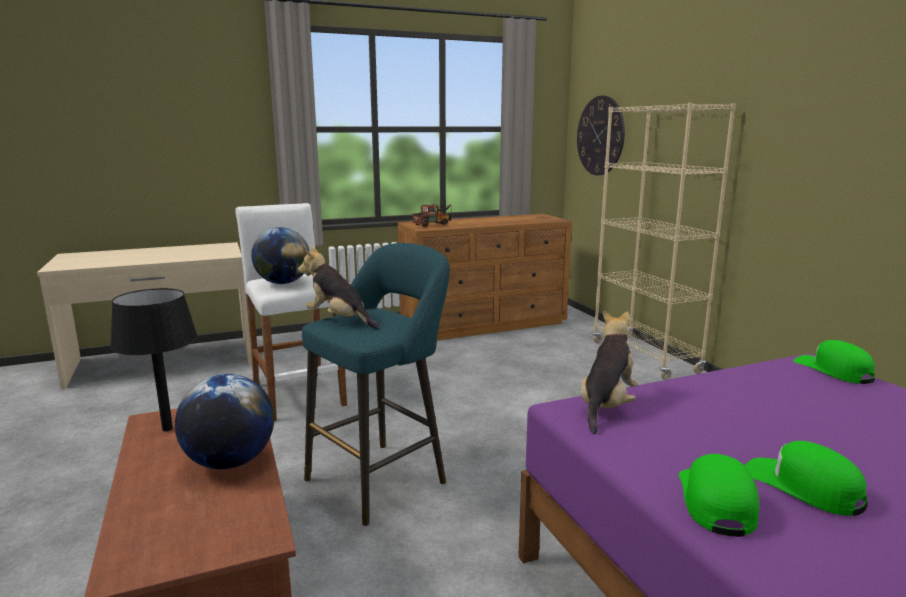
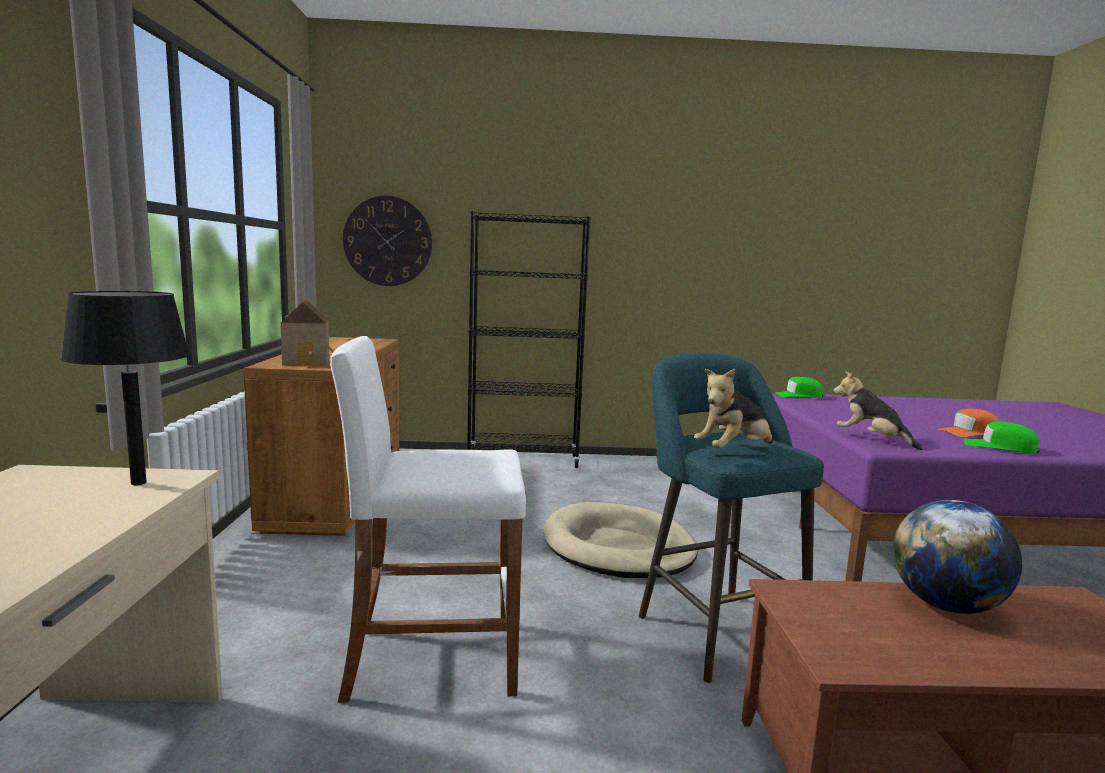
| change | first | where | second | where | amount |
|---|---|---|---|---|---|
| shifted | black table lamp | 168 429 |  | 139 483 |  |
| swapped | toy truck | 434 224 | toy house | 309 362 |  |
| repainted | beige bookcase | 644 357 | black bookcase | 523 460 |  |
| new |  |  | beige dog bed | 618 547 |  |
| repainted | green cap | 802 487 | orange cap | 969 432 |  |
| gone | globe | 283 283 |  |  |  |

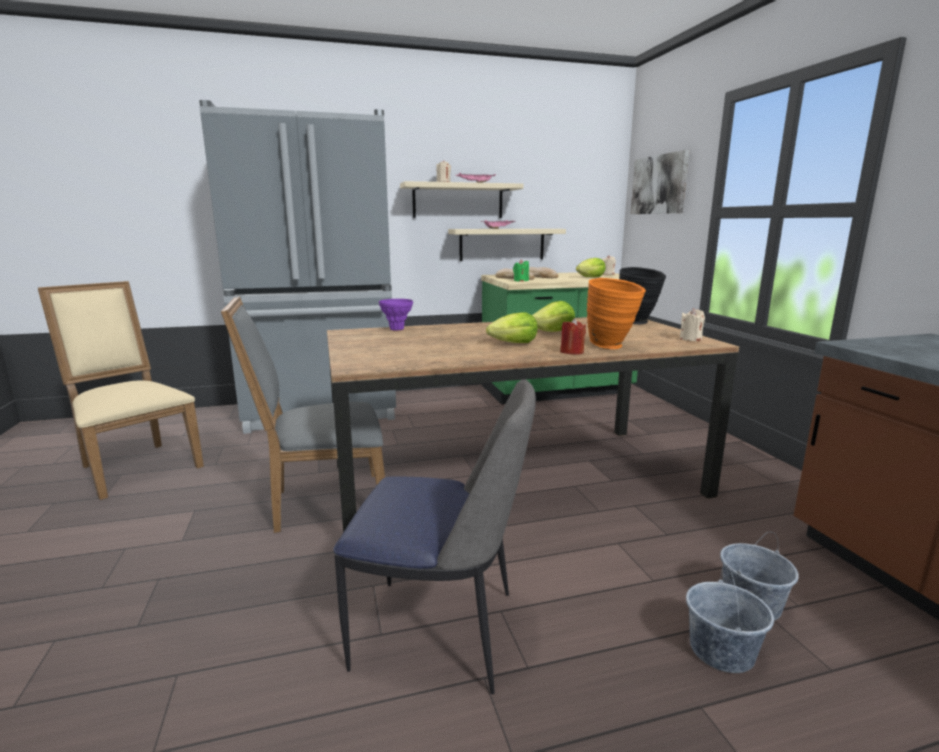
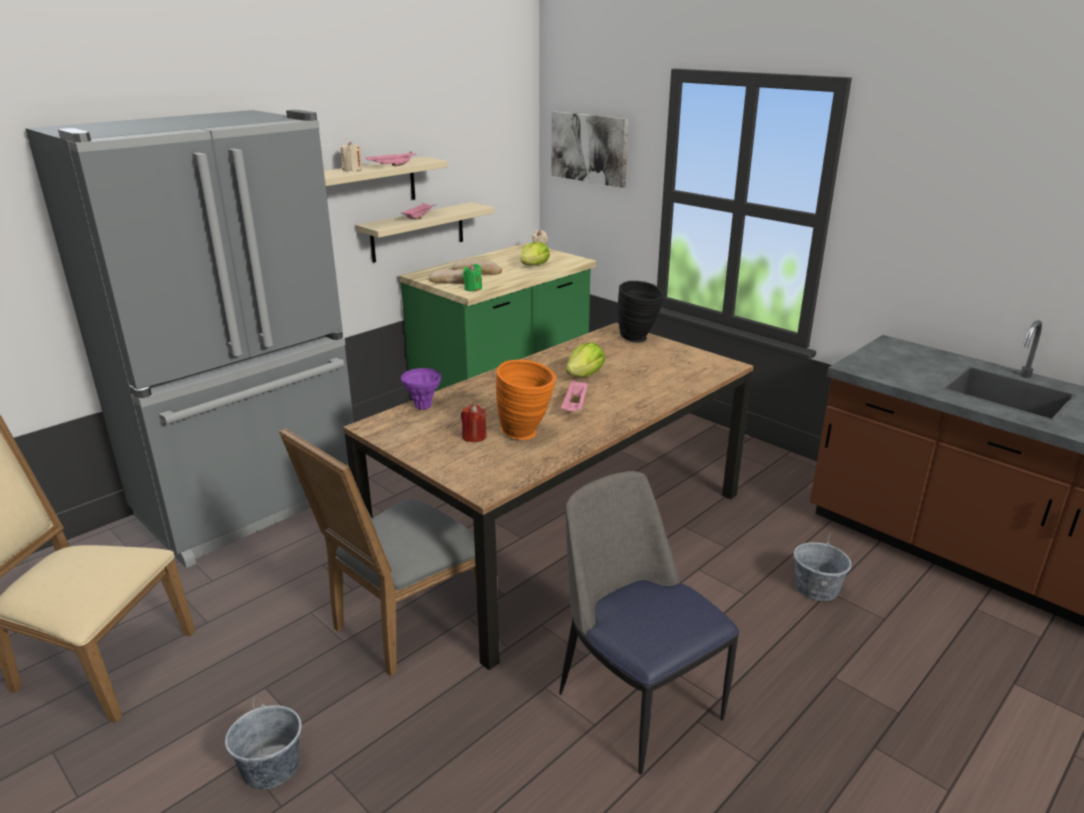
| change | first | where | second | where | amount |
|---|---|---|---|---|---|
| shifted | grey bucket | 721 651 |  | 271 767 |  |
| shifted | red candle | 572 352 |  | 474 436 |  |
| shifted | orange vase | 612 347 |  | 526 434 |  |
| rotated | chair | 441 632 |  | 637 702 | 105 degrees counterclockwise |
| swapped | lettuce | 514 343 | pink tray | 575 406 |  |
| gone | beige candle | 690 339 |  |  |  |

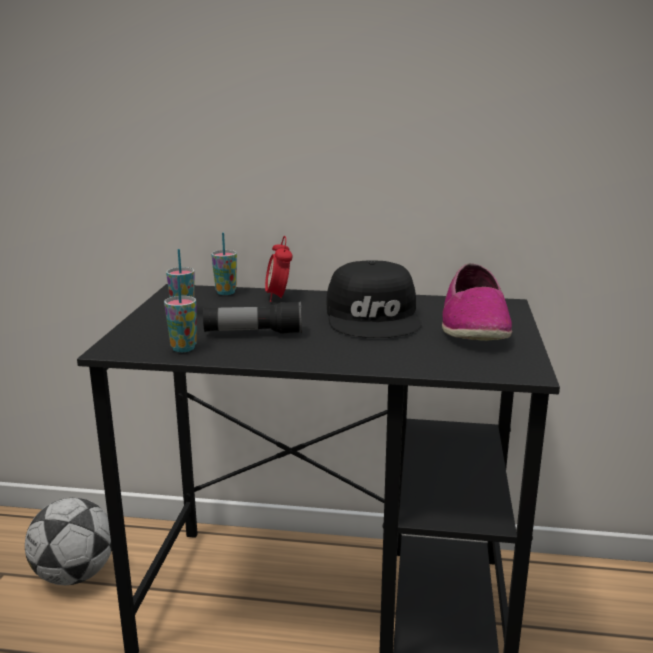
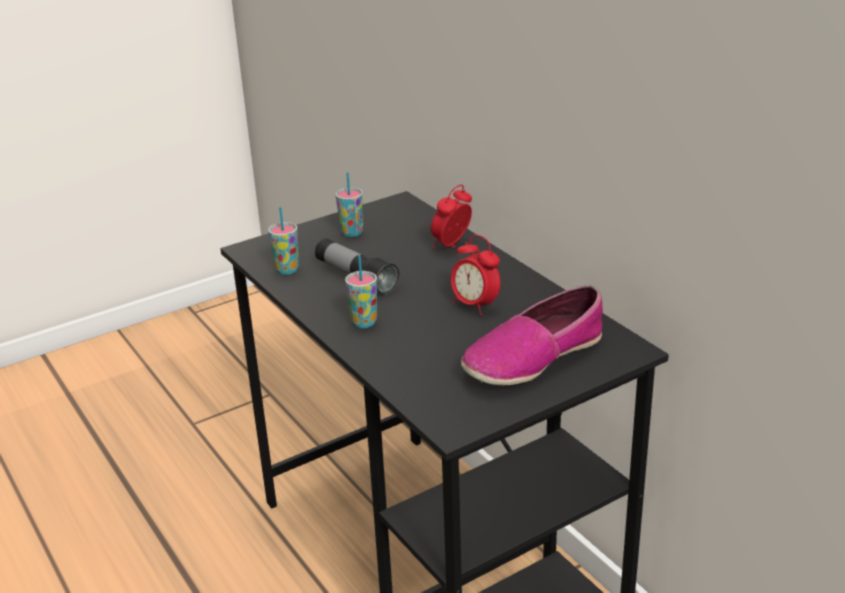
| change | first | where | second | where | amount |
|---|---|---|---|---|---|
| shifted | cup | 226 292 |  | 364 322 |  |
| swapped | black cap | 374 317 | alarm clock | 475 305 |  |
| gone | football | 75 575 |  |  |  |

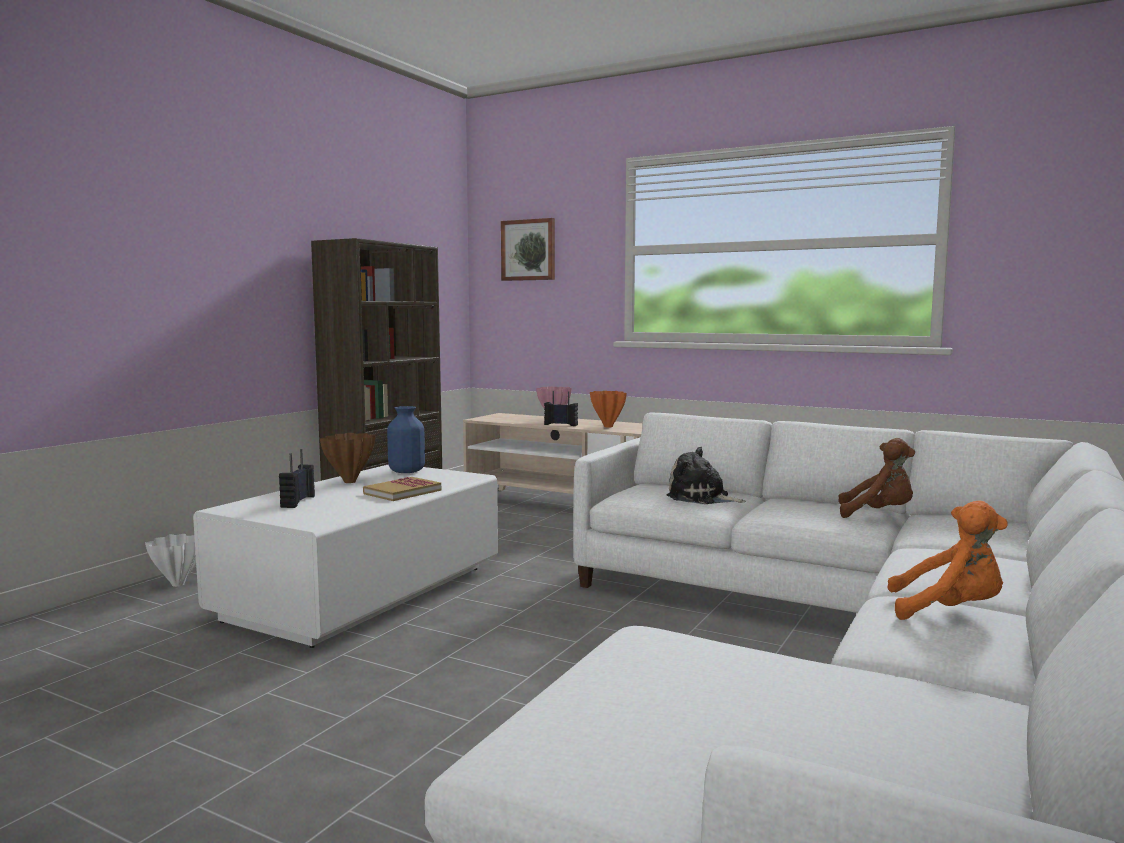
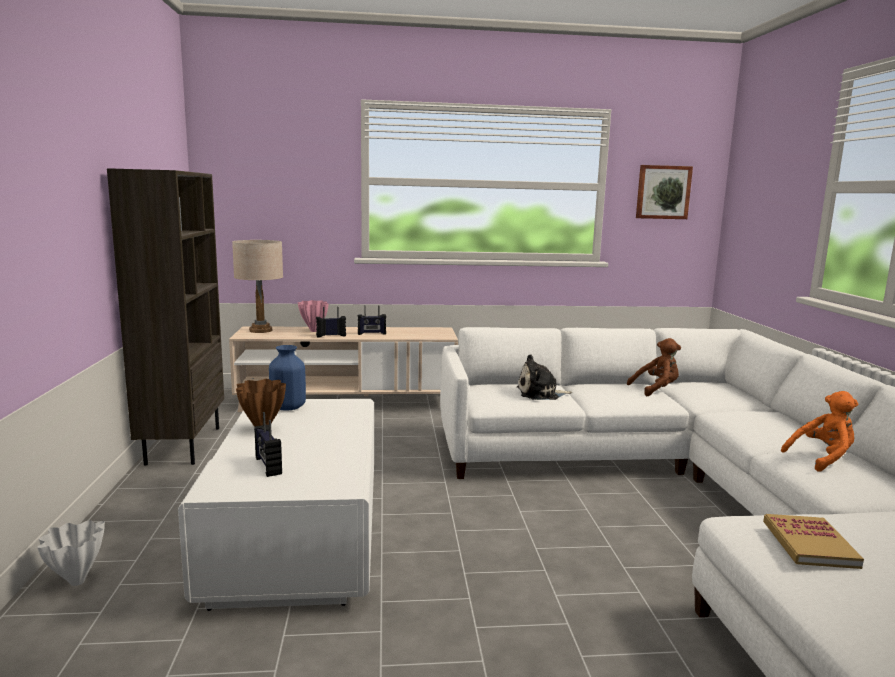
| change | first | where | second | where | amount |
|---|---|---|---|---|---|
| new |  |  | beige table lamp | 261 330 |  |
| swapped | orange vase | 607 426 | radio | 371 334 |  |
| shifted | picture | 529 250 |  | 663 192 |  |
| shifted | book | 402 492 |  | 809 544 |  |

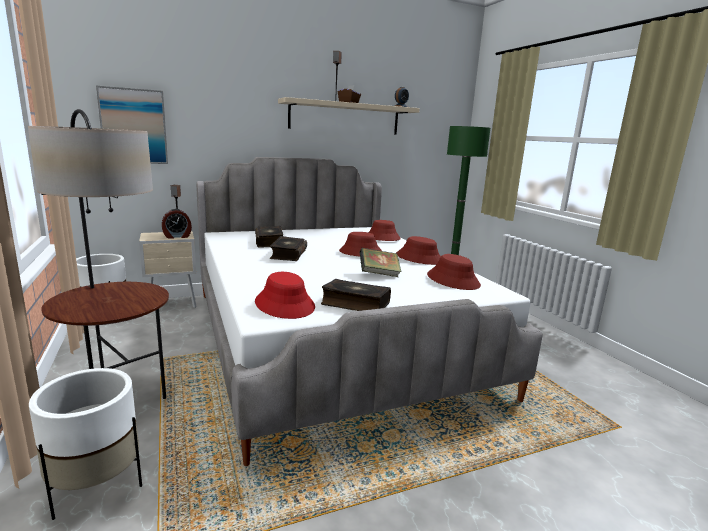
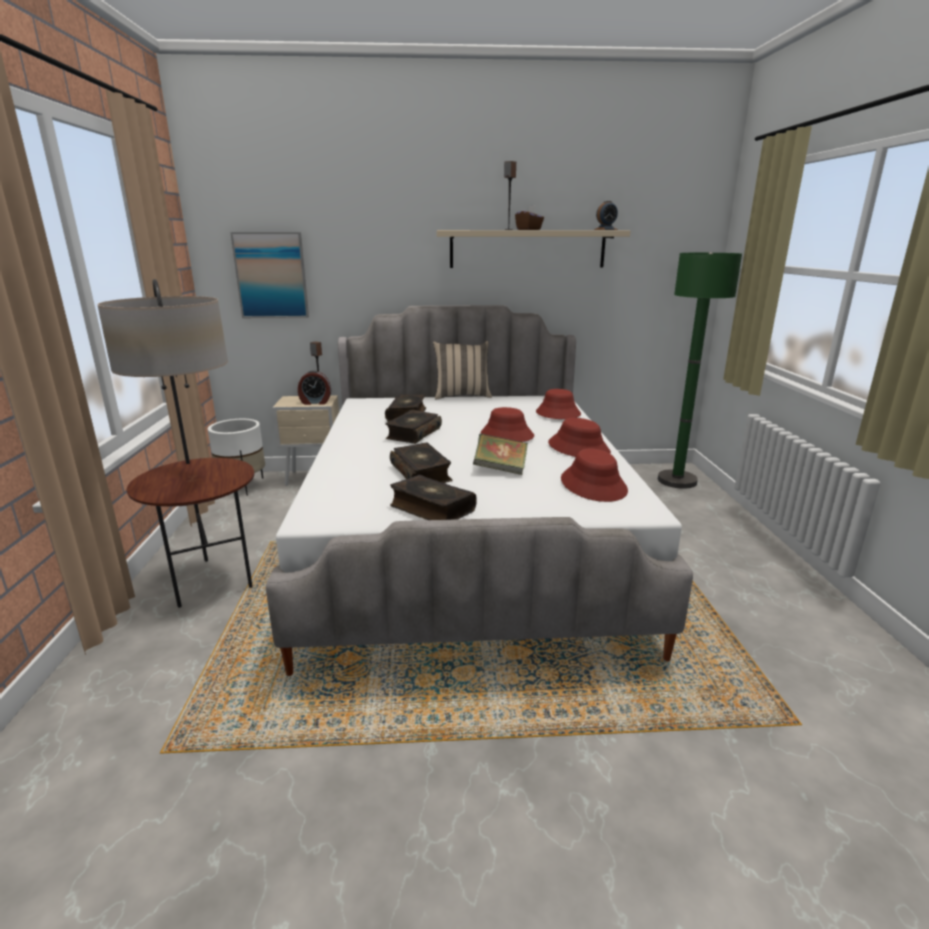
| change | first | where | second | where | amount |
|---|---|---|---|---|---|
| new |  |  | book | 421 473 |  |
| new |  |  | beige pillow | 462 396 |  |
| gone | white planter | 97 487 |  |  |  |
| gone | red hat | 285 305 |  |  |  |

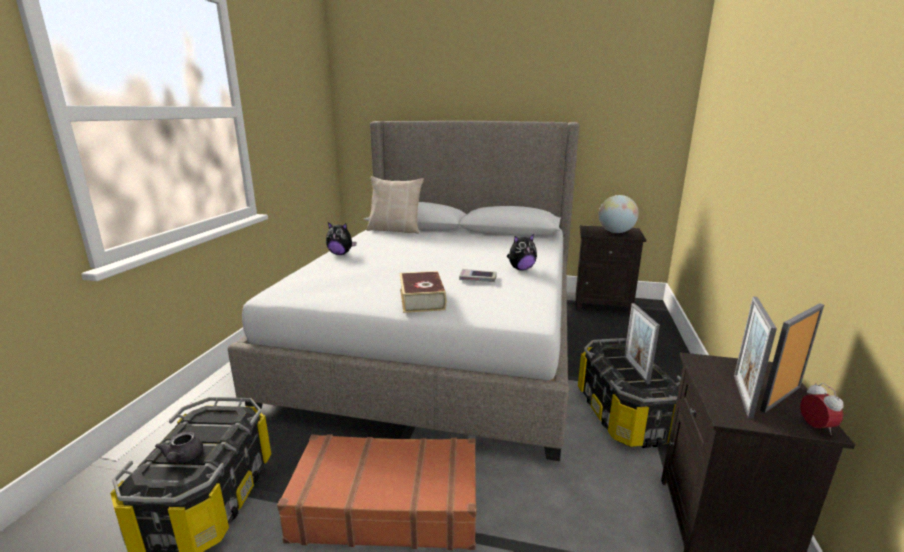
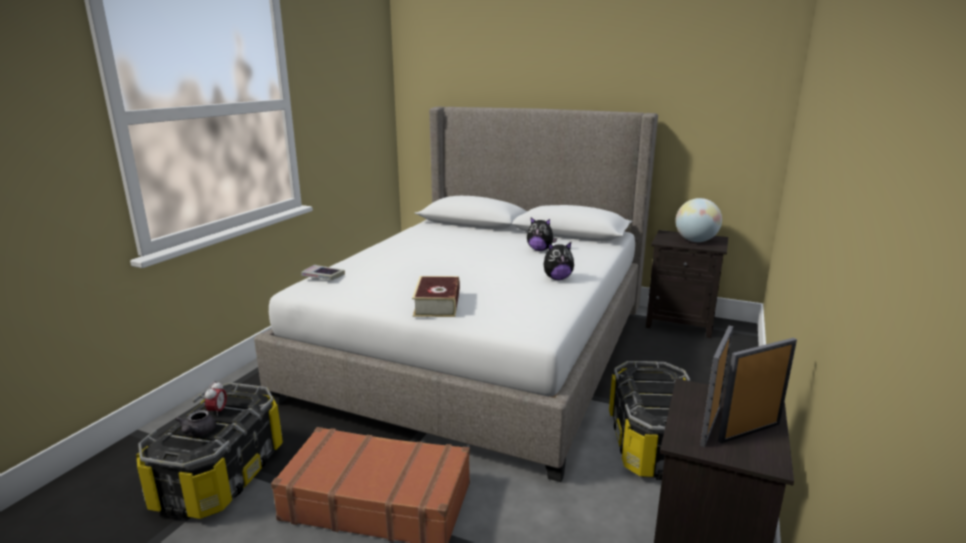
| change | first | where | second | where | amount |
|---|---|---|---|---|---|
| shifted | alarm clock | 815 427 |  | 218 411 |  |
| shifted | book | 477 279 |  | 323 276 |  |
| shifted | plush toy | 340 254 |  | 540 250 |  |
| gone | beige pillow | 395 230 |  |  |  |
| gone | picture frame | 636 370 |  |  |  |

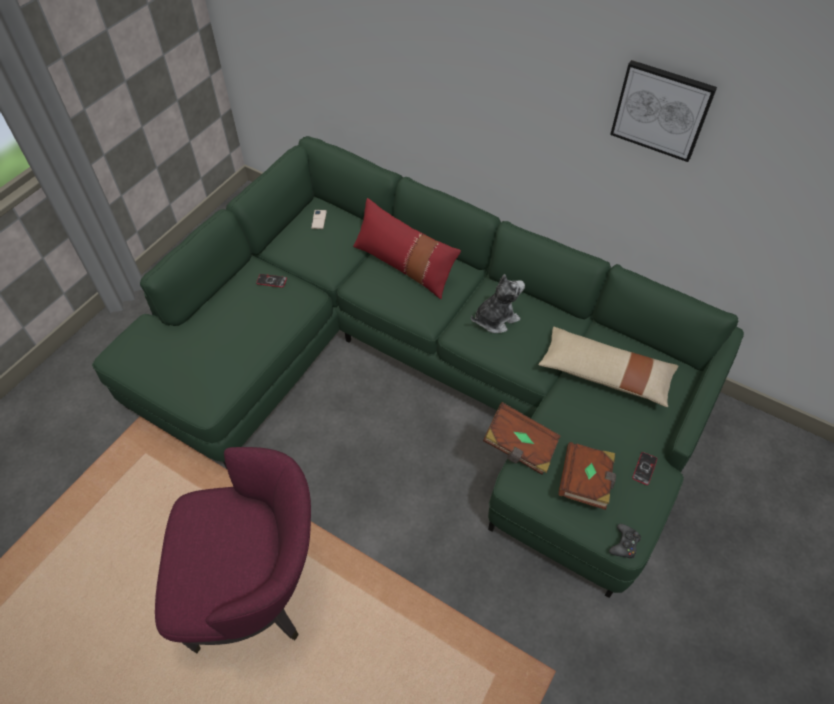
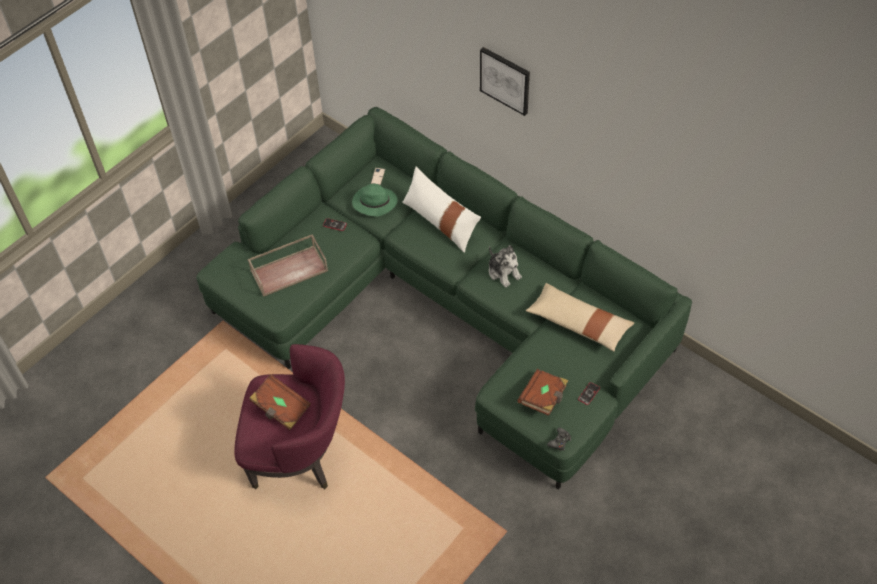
| change | first | where | second | where | amount |
|---|---|---|---|---|---|
| new |  |  | brown tray | 289 270 |  |
| shifted | brown book | 520 446 |  | 281 408 |  |
| new |  |  | green hat | 374 203 |  |
| repainted | red pillow | 404 265 | white pillow | 440 221 |  |
| shifted | picture | 661 110 |  | 505 80 |  |
| rotated | plush toy | 495 319 |  | 503 272 | 75 degrees clockwise |

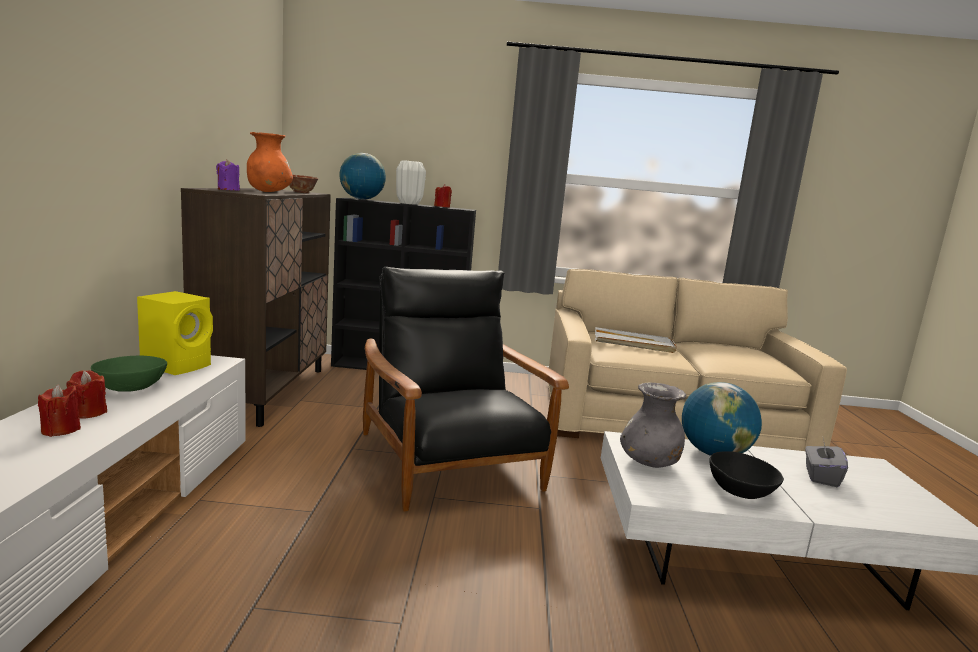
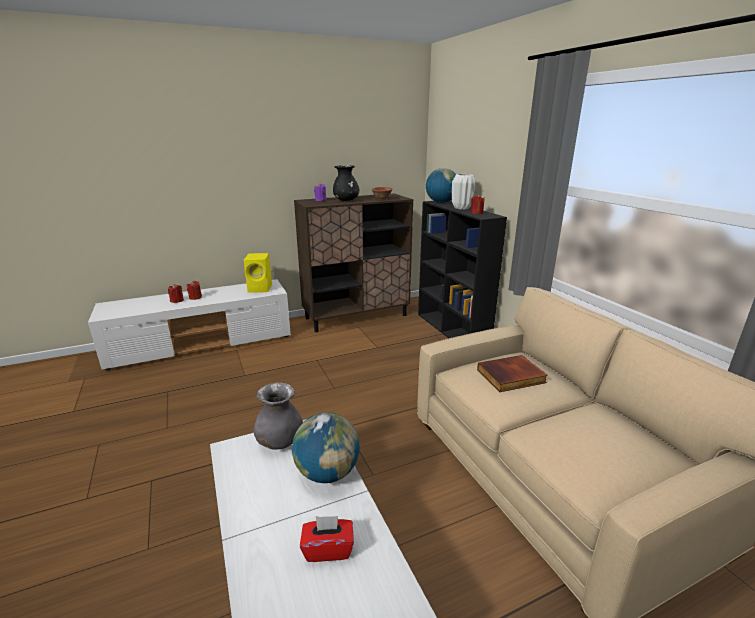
| change | first | where | second | where | amount |
|---|---|---|---|---|---|
| repainted | grey tissue box | 820 476 | red tissue box | 328 549 |  |
| repainted | orange vase | 268 192 | black vase | 346 200 |  |
| swapped | white tray | 633 343 | book | 511 377 |  |
| gone | green bowl | 130 387 |  |  |  |
| gone | black armchair | 449 462 |  |  |  |
| gone | black bowl | 740 491 |  |  |  |

